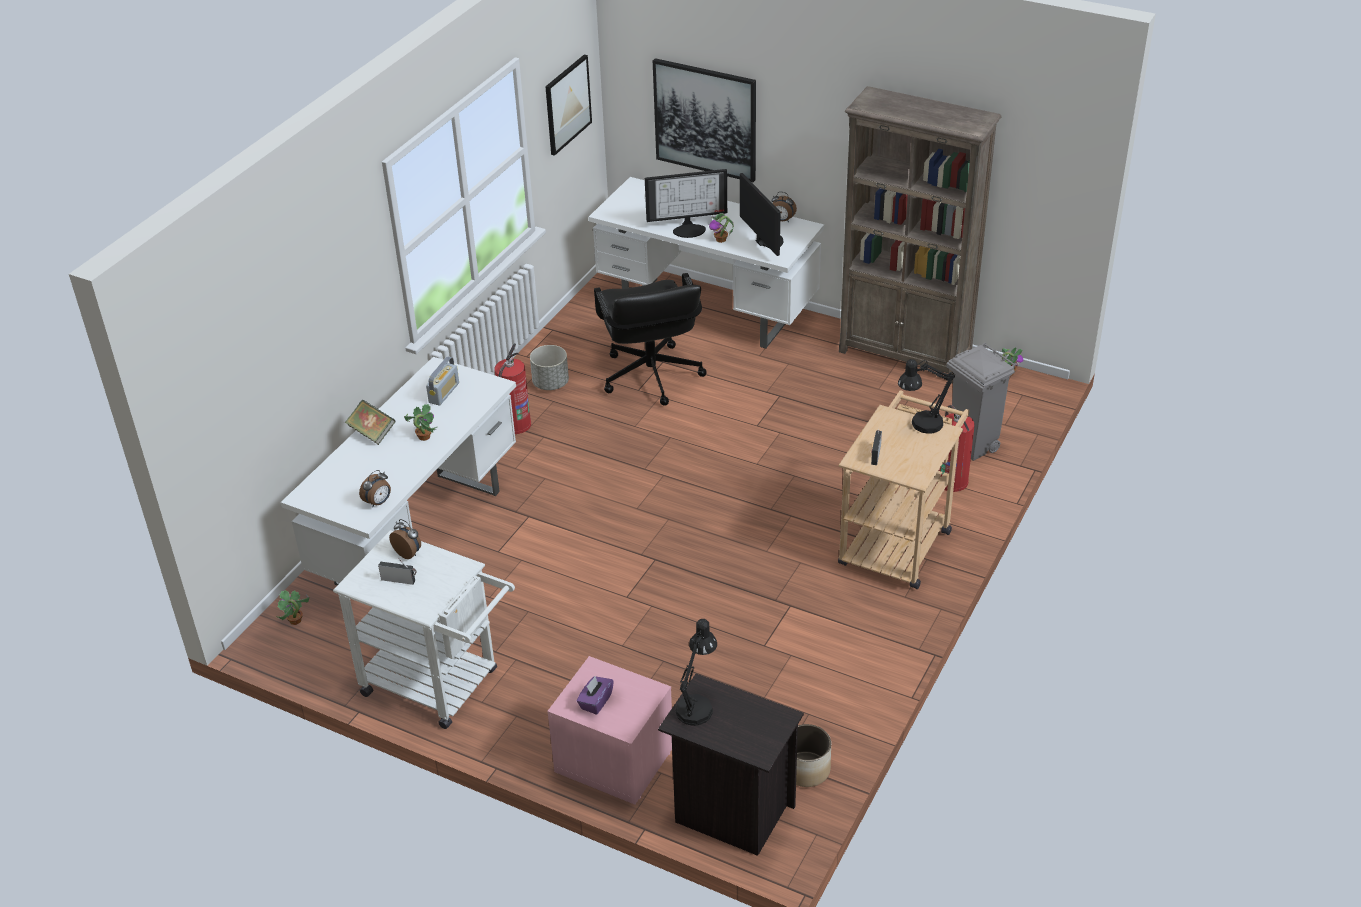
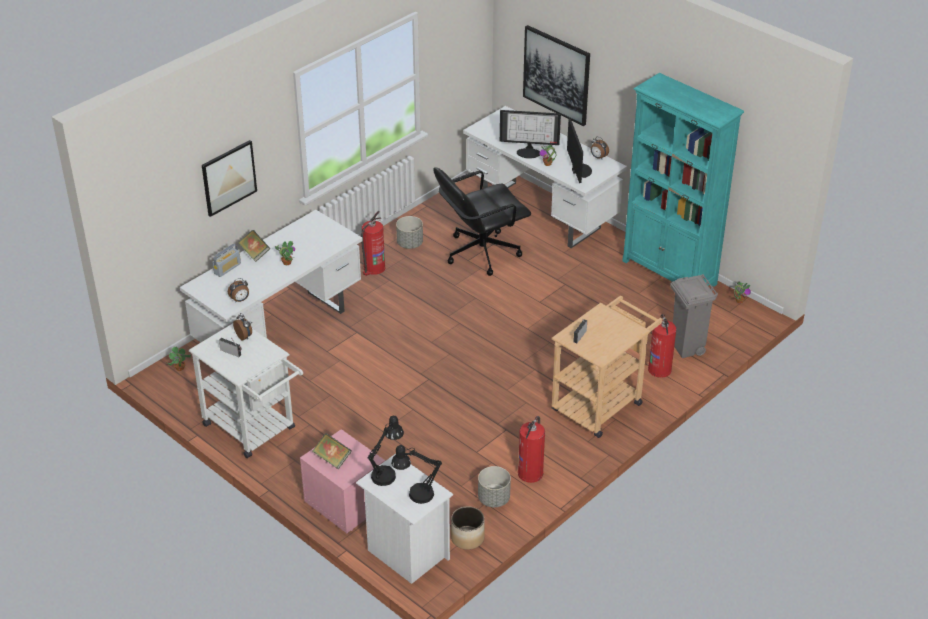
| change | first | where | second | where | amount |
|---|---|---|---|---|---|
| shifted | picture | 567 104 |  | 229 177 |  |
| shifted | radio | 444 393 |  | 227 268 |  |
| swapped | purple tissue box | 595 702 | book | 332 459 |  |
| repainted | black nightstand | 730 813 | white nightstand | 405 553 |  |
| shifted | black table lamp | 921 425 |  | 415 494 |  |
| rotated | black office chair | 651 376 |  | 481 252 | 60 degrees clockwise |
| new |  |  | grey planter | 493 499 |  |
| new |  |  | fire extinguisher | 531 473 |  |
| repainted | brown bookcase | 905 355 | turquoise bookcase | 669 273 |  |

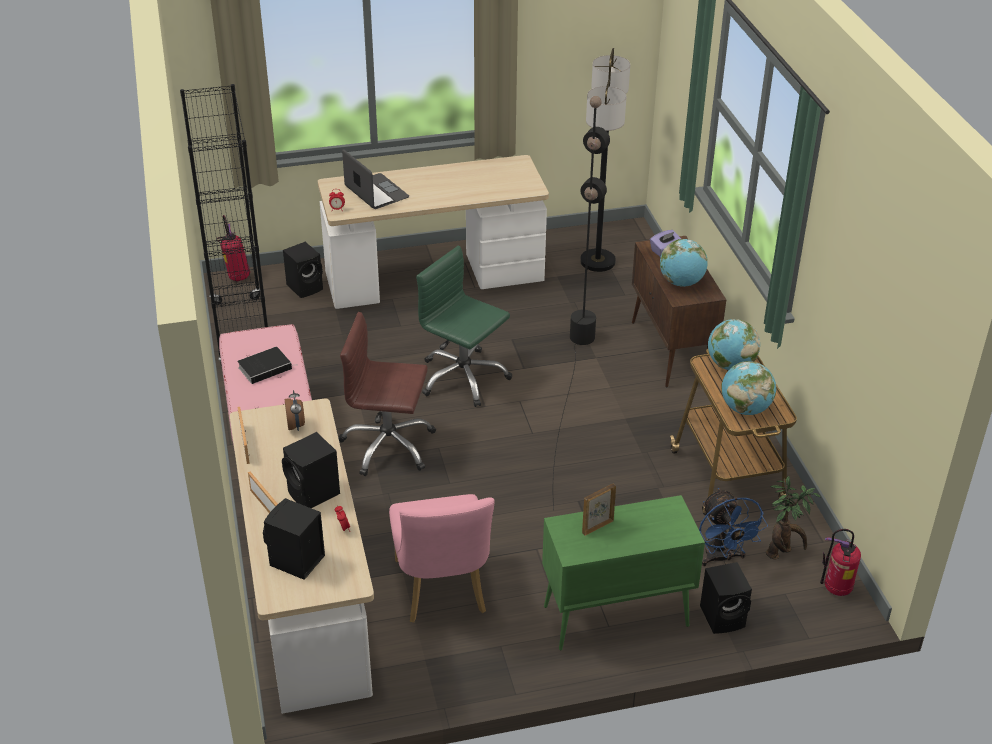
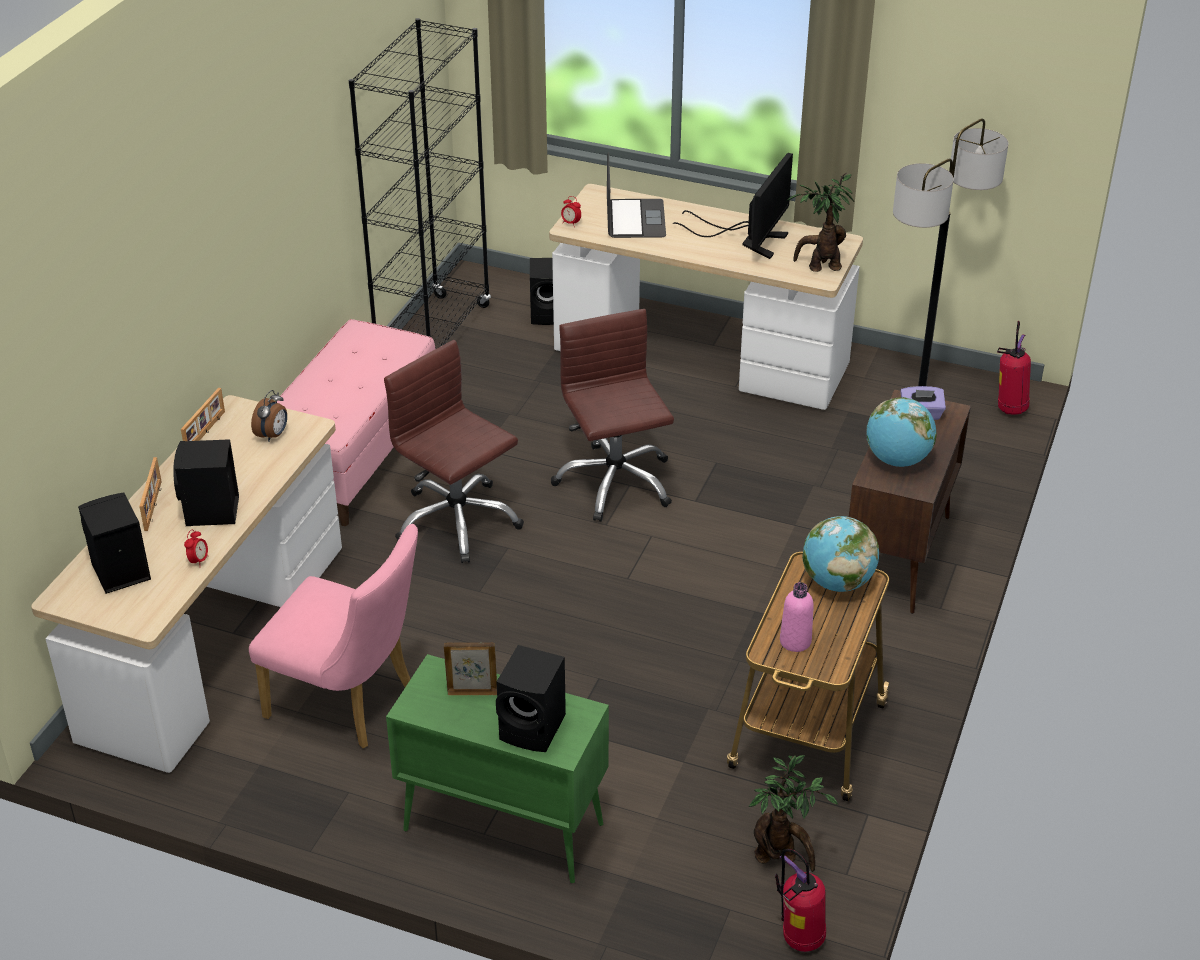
| change | first | where | second | where | amount |
|---|---|---|---|---|---|
| rotated | pink chair | 442 592 |  | 349 704 | 90 degrees counterclockwise |
| shifted | black speaker | 724 617 |  | 534 729 |  |
| repainted | green office chair | 463 378 | brown office chair | 614 483 |  |
| new |  |  | monitor | 748 239 |  |
| swapped | globe | 745 409 | pink bottle | 795 641 |  |
| new |  |  | potted plant | 820 267 |  |
| shifted | fire extinguisher | 237 277 |  | 1009 408 |  |
| gone | book | 266 367 |  |  |  |
| gone | black floor lamp | 572 381 |  |  |  |
| gone | blue fan | 722 558 |  |  |  |

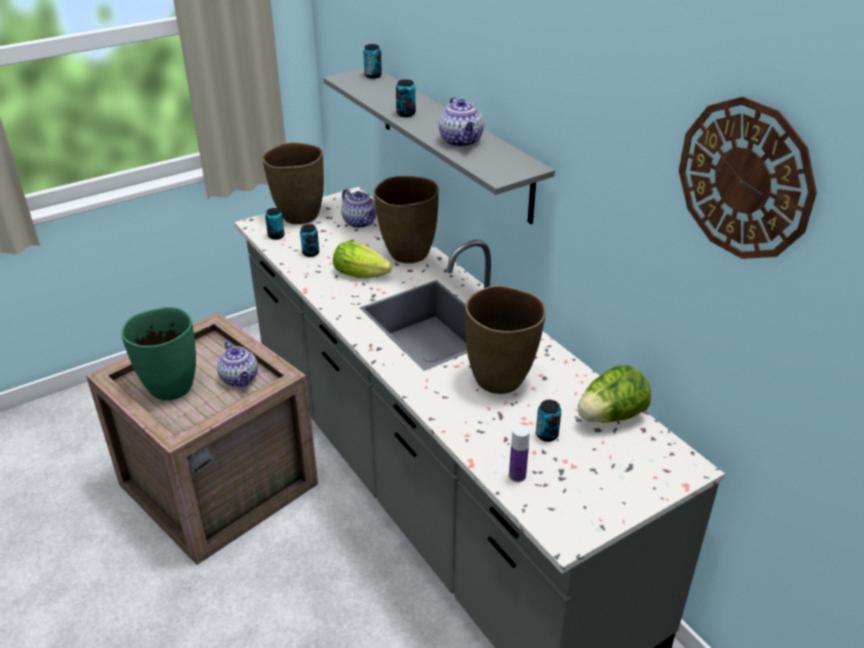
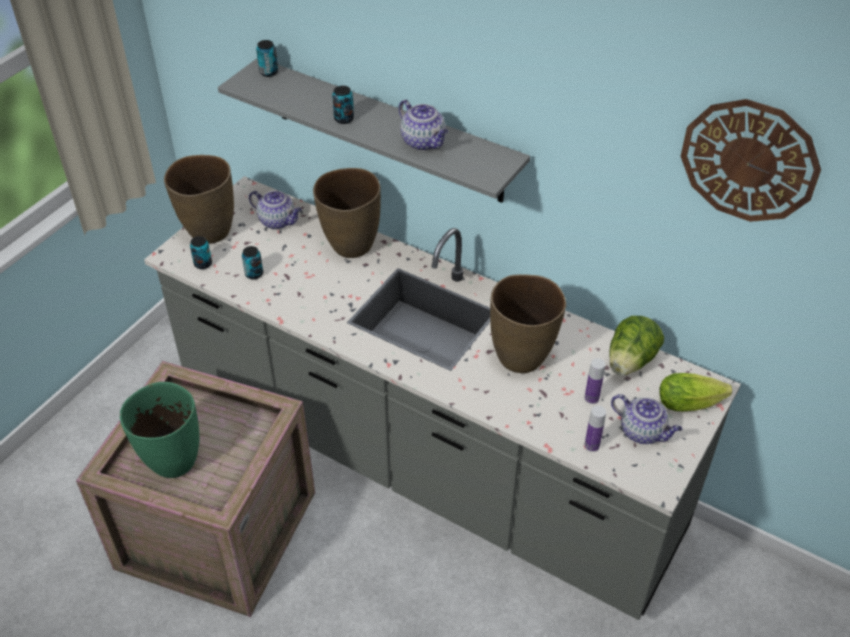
| change | first | where | second | where | amount |
|---|---|---|---|---|---|
| swapped | can | 547 435 | bottle | 591 398 |  |
| shifted | teapot | 240 379 |  | 643 432 |  |
| shifted | lettuce | 363 274 |  | 693 402 |  |

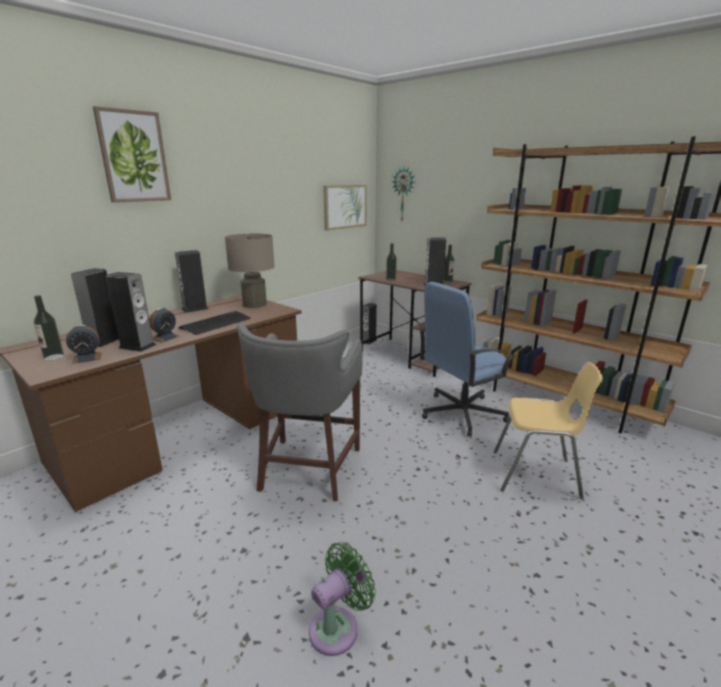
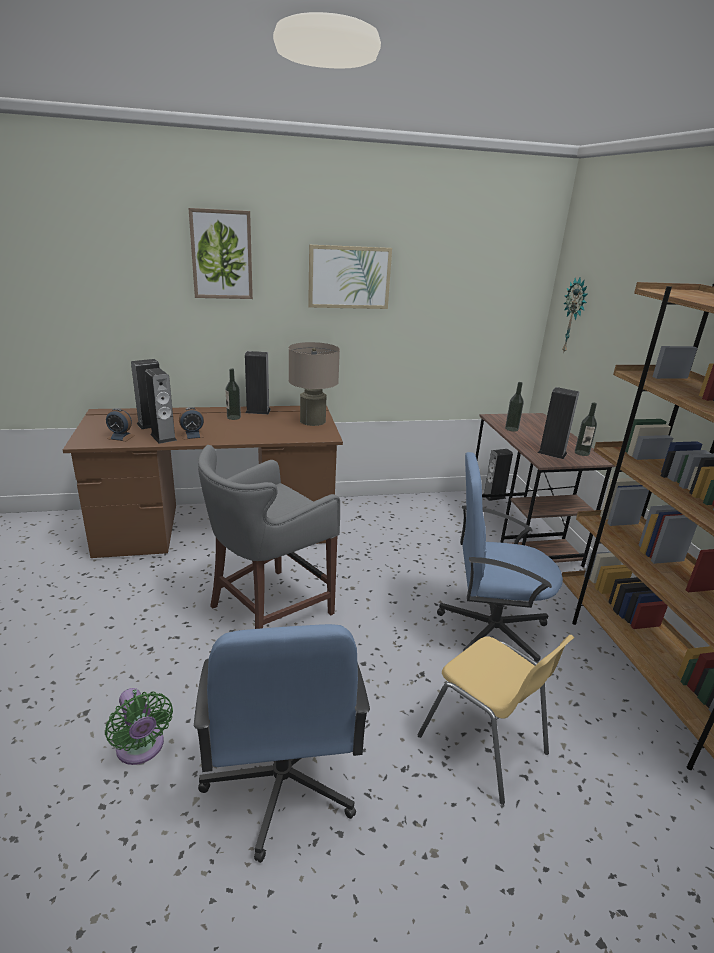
| change | first | where | second | where | amount |
|---|---|---|---|---|---|
| rotated | green fan | 338 627 |  | 141 749 | 60 degrees clockwise |
| new |  |  | blue office chair | 281 783 |  |
| shifted | bottle | 54 357 |  | 233 417 |  |
| shifted | picture | 344 206 |  | 349 277 |  |
| gone | keyboard | 216 323 |  |  |  |

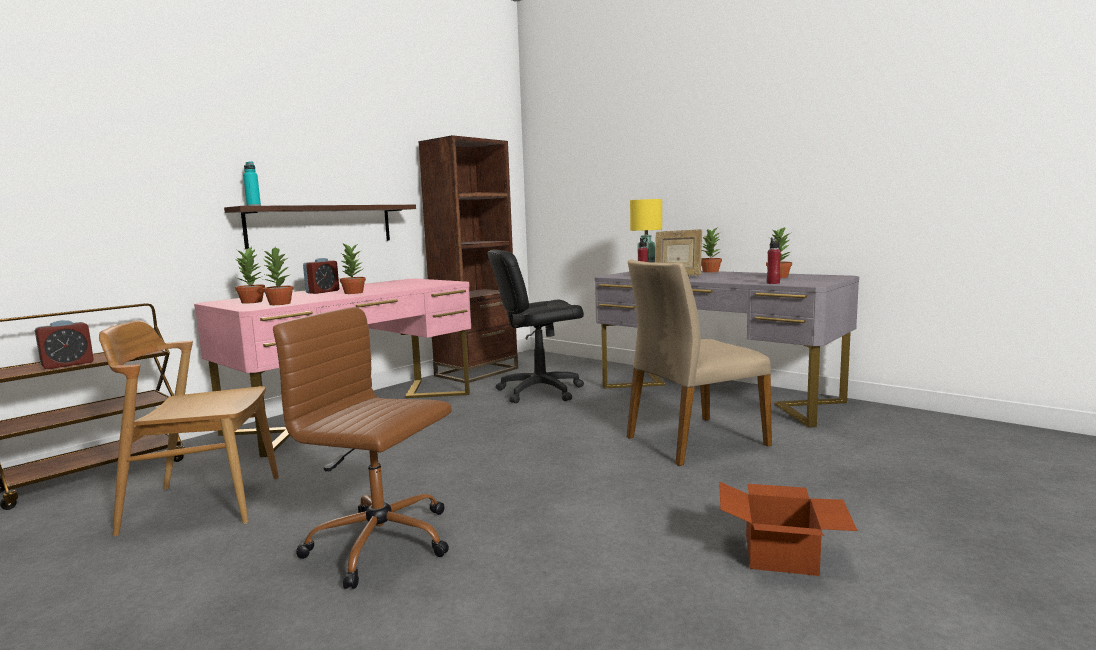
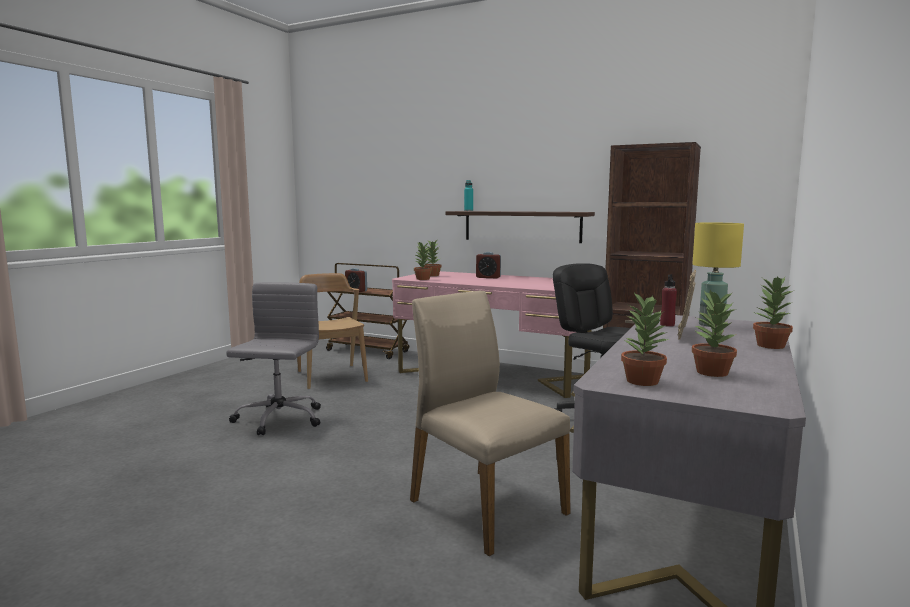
| change | first | where | second | where | amount |
|---|---|---|---|---|---|
| repainted | brown office chair | 383 543 | grey office chair | 278 420 |  |
| shifted | potted plant | 353 293 |  | 642 381 |  |
| gone | cardboard box | 783 555 |  |  |  |
| gone | red bottle | 773 283 |  |  |  |

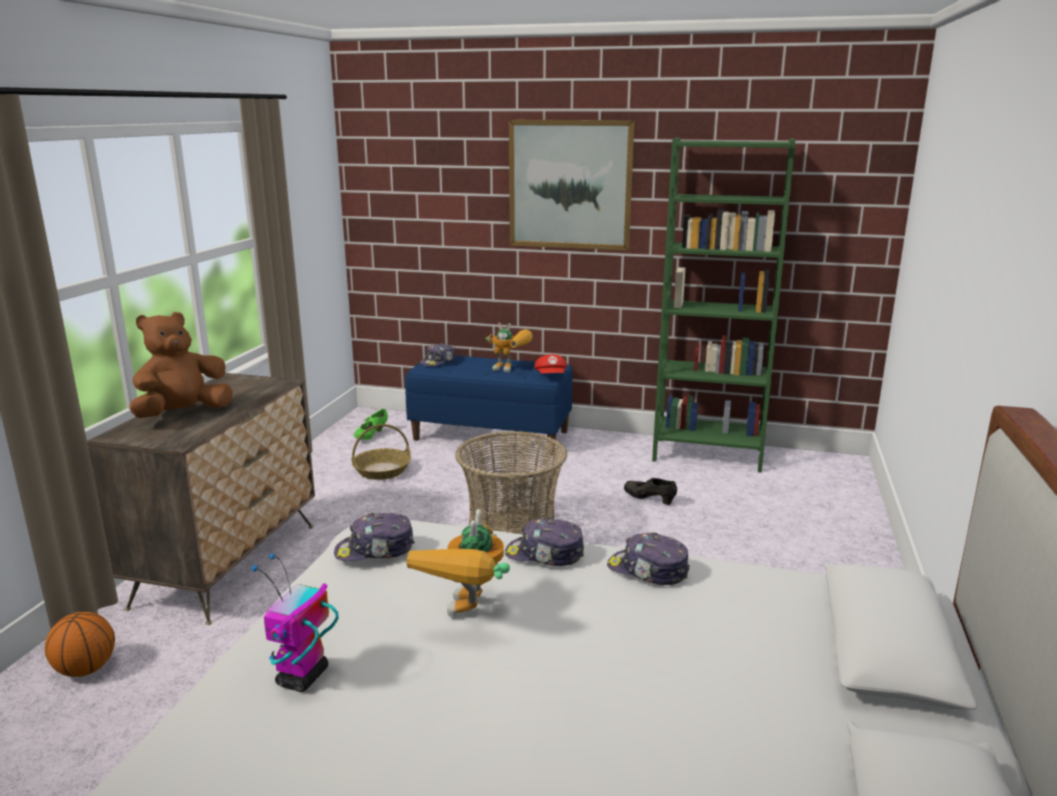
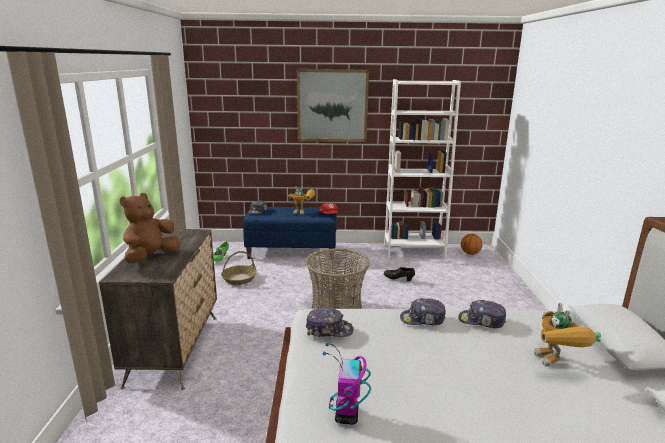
| change | first | where | second | where | amount |
|---|---|---|---|---|---|
| rotated | cap | 375 550 |  | 329 330 | 150 degrees counterclockwise |
| repainted | green bookcase | 707 454 | white bookcase | 414 251 |  |
| shifted | basketball | 86 669 |  | 470 253 |  |
| shifted | toy robot | 469 617 |  | 556 365 |  |

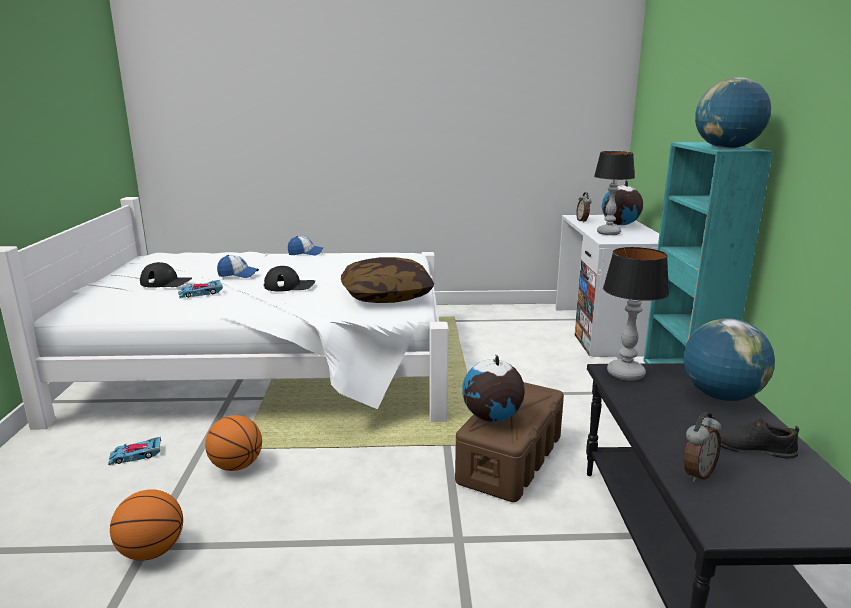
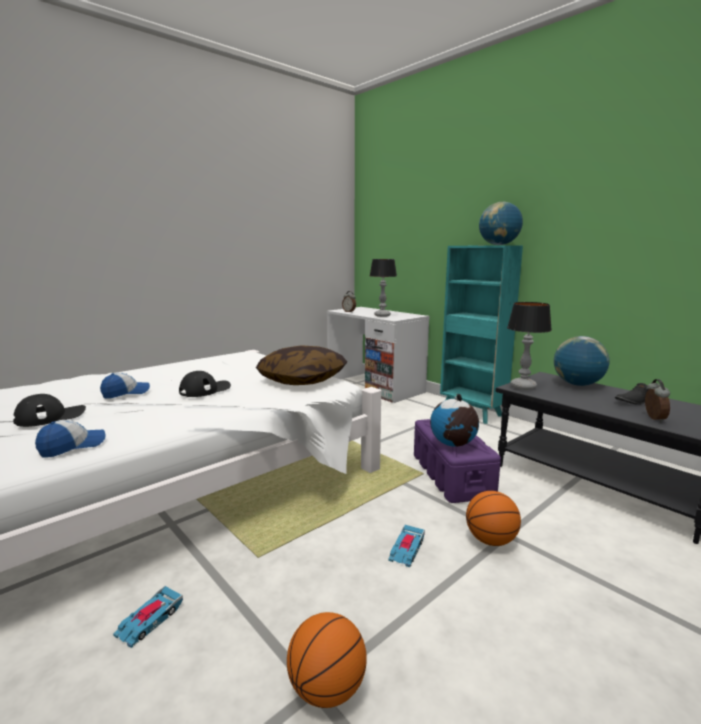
| change | first | where | second | where | amount |
|---|---|---|---|---|---|
| shifted | cap | 305 253 |  | 72 446 |  |
| shifted | toy car | 200 293 |  | 406 549 |  |
| repainted | brown storage box | 511 458 | purple storage box | 451 474 |  |
| shifted | basketball | 236 466 |  | 490 540 |  |
| gone | globe | 620 224 |  |  |  |

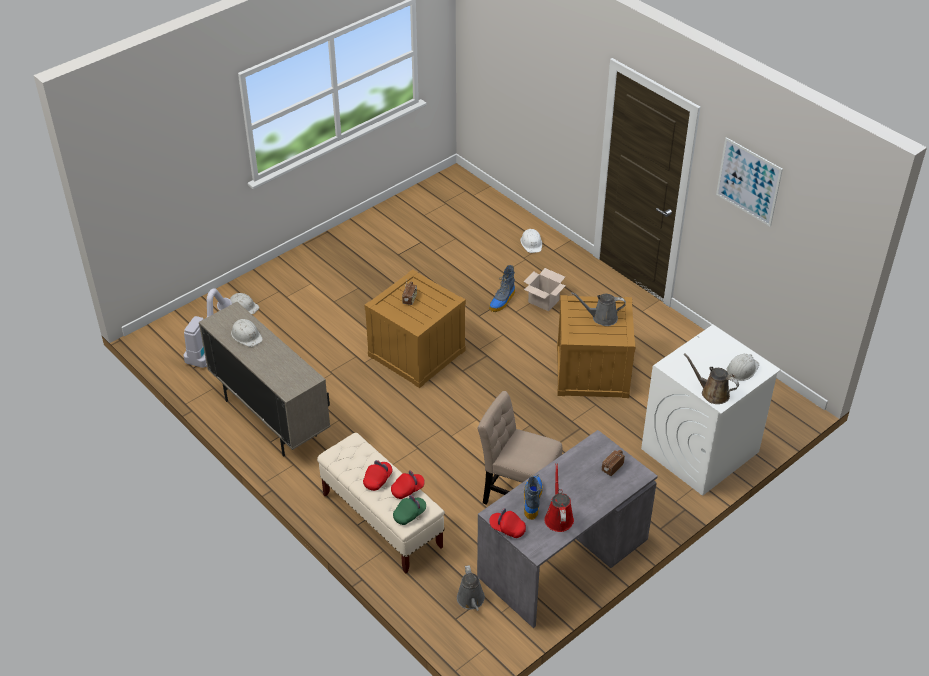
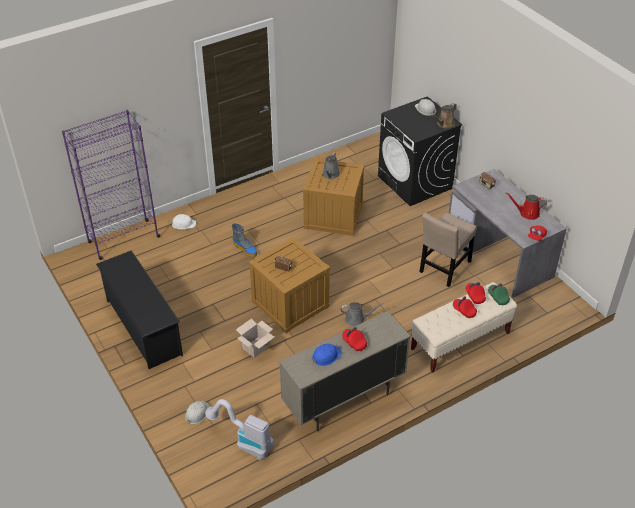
| change | first | where | second | where | amount |
|---|---|---|---|---|---|
| new |  |  | purple bookcase | 123 239 |  |
| new |  |  | black shoe rack | 143 327 |  |
| shifted | cardboard box | 542 301 |  | 255 348 |  |
| repainted | white hard hat | 246 335 | blue hard hat | 326 356 |  |
| shifted | grey watering can | 471 600 |  | 357 319 |  |
| new |  |  | red cap | 354 343 |  |
| repainted | white washing machine | 699 451 | black washing machine | 415 182 |  |
| gone | boot | 532 499 |  |  |  |
| gone | picture | 748 181 |  |  |  |

